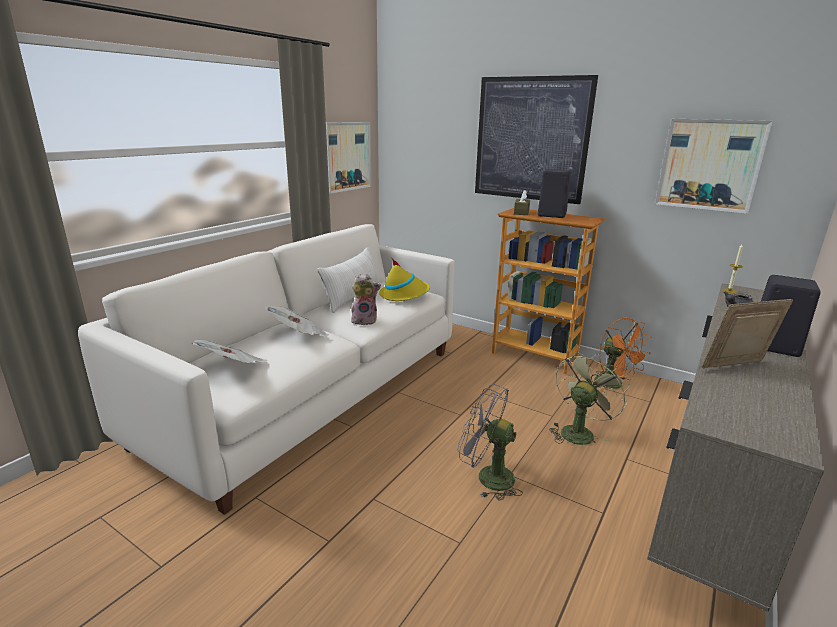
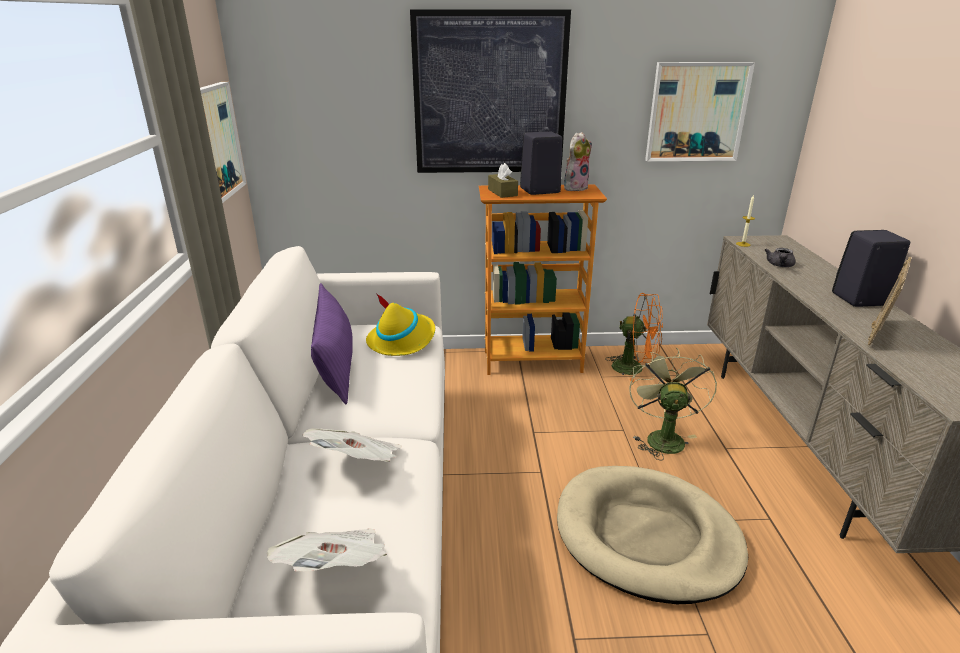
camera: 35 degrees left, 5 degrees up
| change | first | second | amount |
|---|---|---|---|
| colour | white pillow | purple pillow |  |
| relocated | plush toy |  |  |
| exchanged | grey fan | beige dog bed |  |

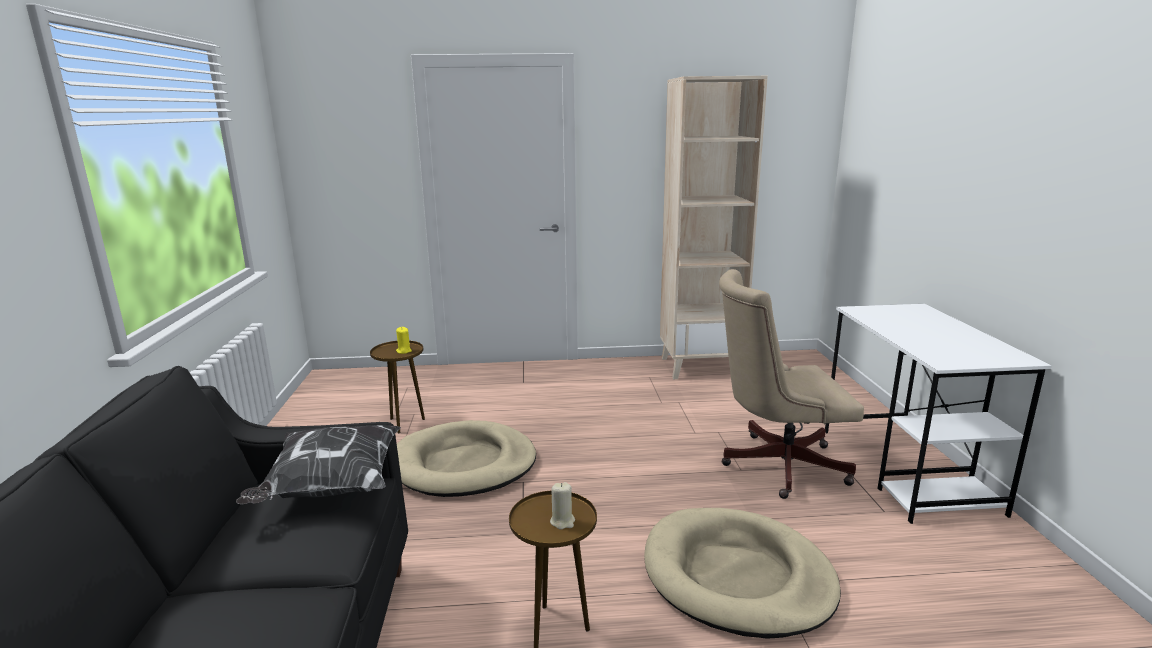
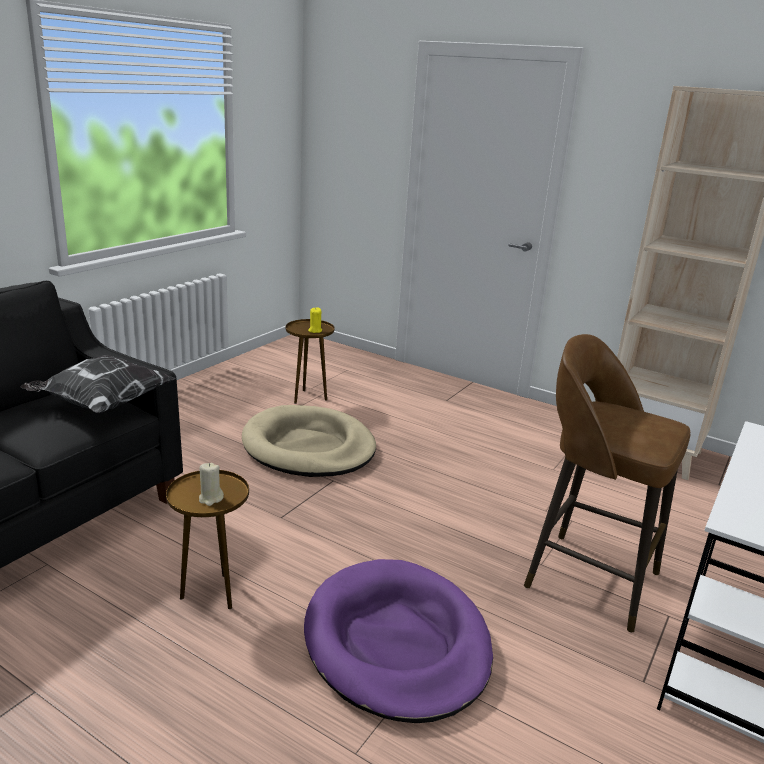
camera: 35 degrees right, 5 degrees up
| change | first | second | amount |
|---|---|---|---|
| colour | beige dog bed (no. 2 from left) | purple dog bed |  |
| exchanged | beige office chair | brown stool |  |

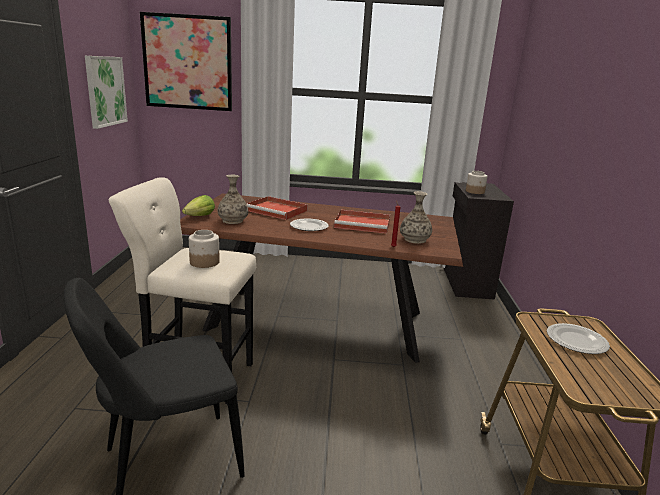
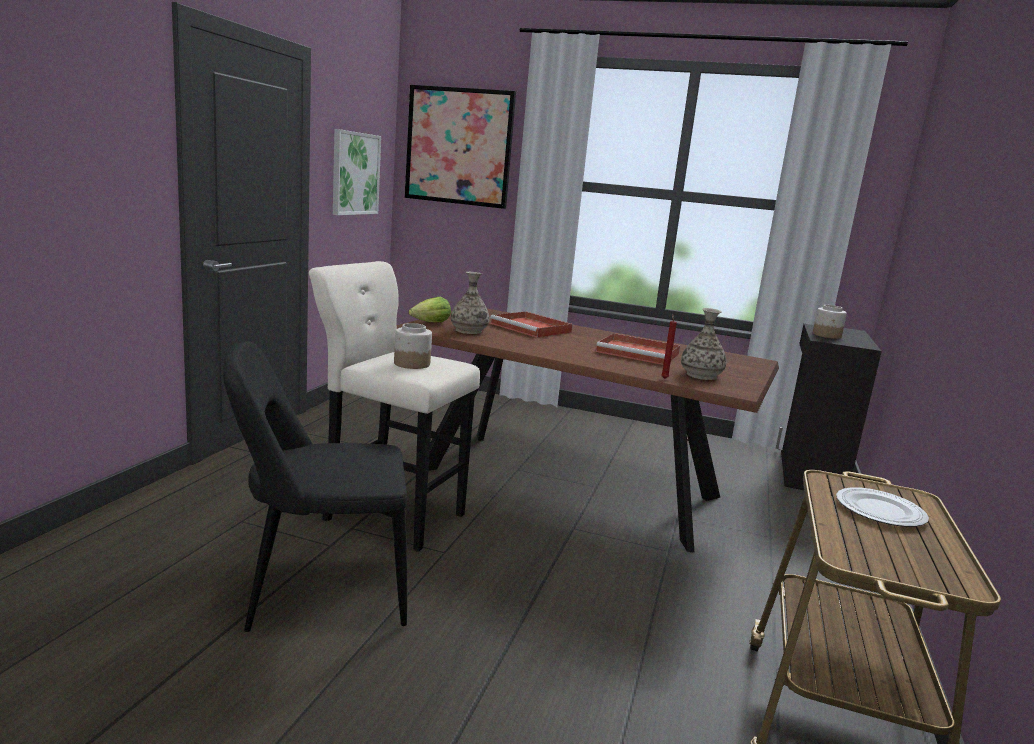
camera: 15 degrees right, 5 degrees down
| change | first | second | amount |
|---|---|---|---|
| missing | plate (no. 1 from left) |  |  |

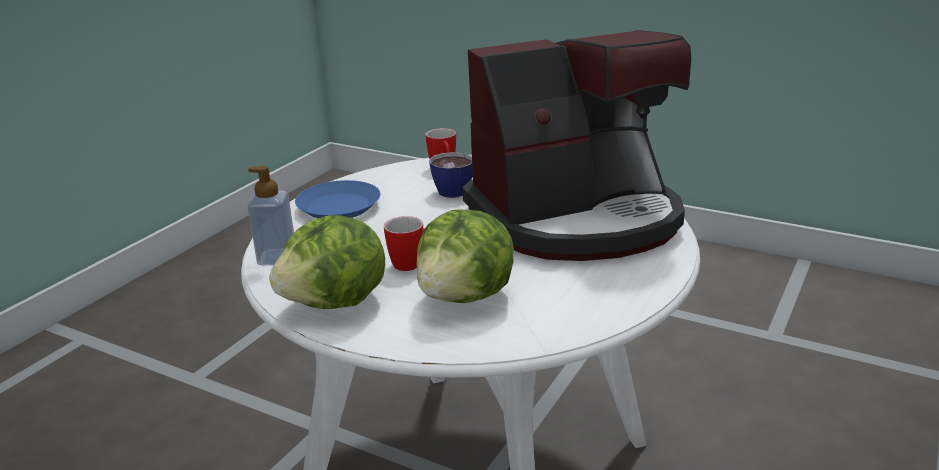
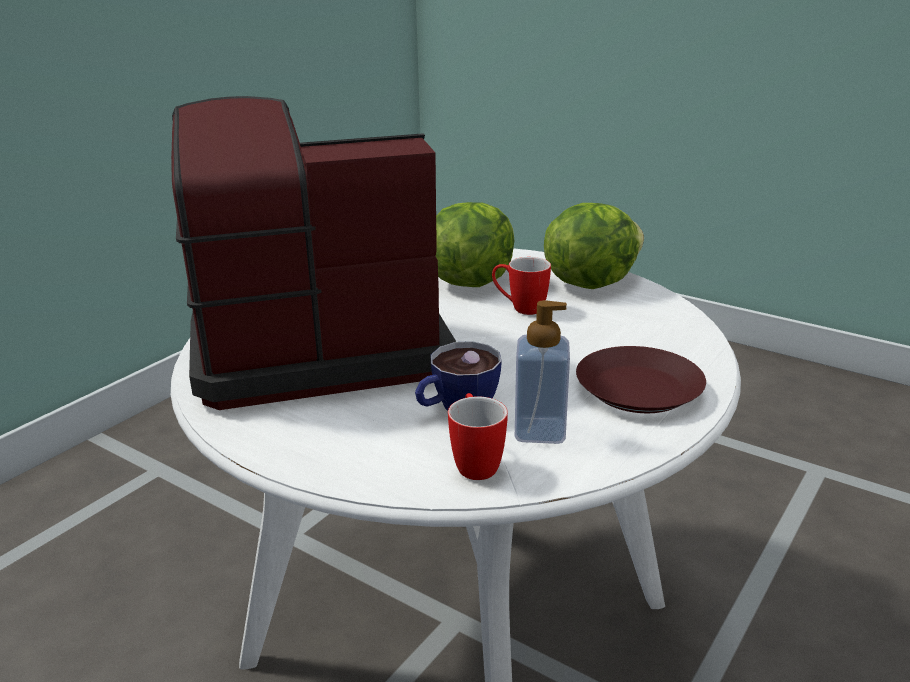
camera: 175 degrees left, 0 degrees up
| change | first | second | amount |
|---|---|---|---|
| relocated | soap dispenser |  |  |
| colour | blue plate | brown plate |  |

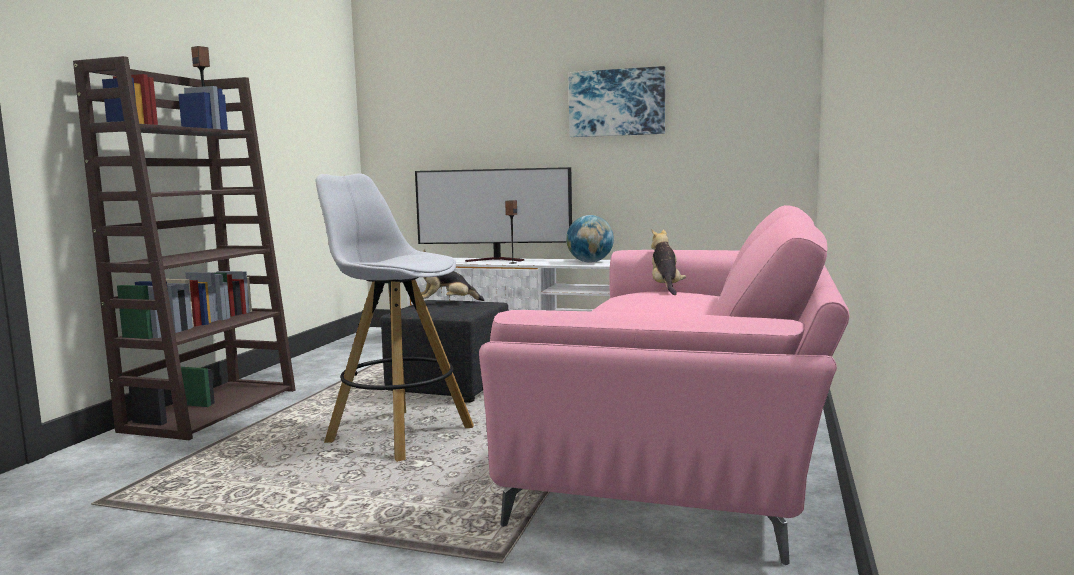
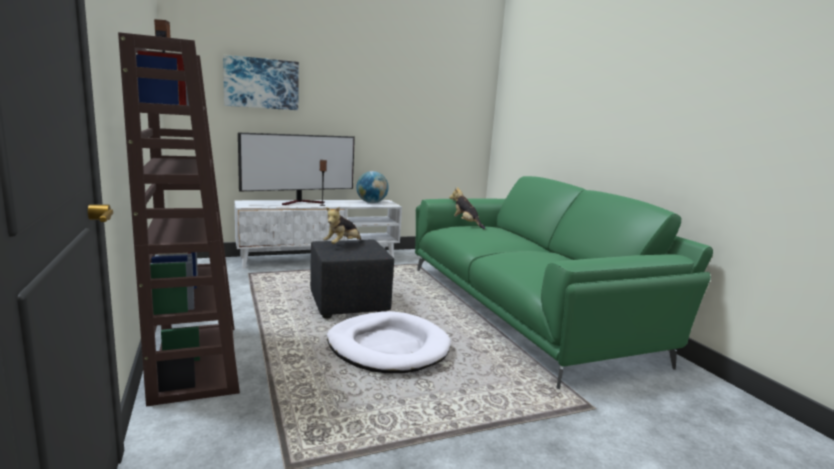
camera: 40 degrees left, 5 degrees up
| change | first | second | amount |
|---|---|---|---|
| exchanged | white stool | white dog bed |  |
| colour | pink sofa | green sofa |  |
| relocated | picture |  |  |

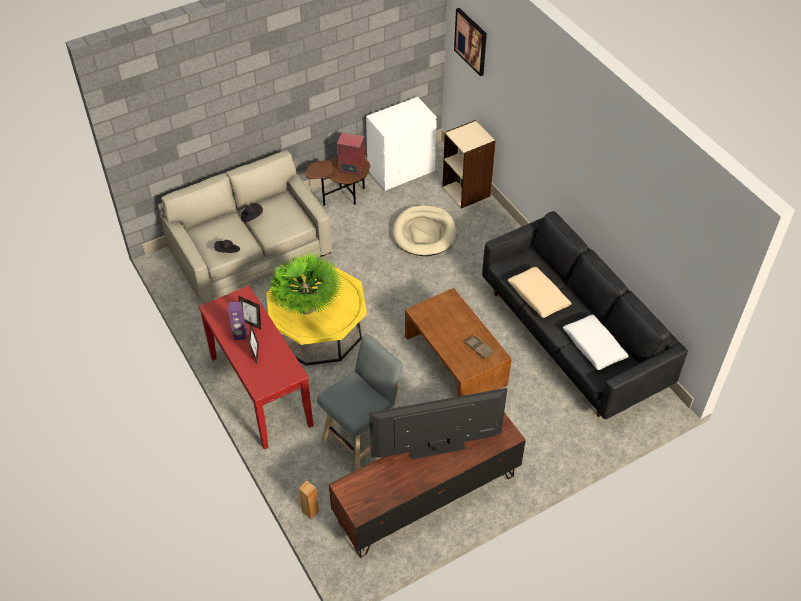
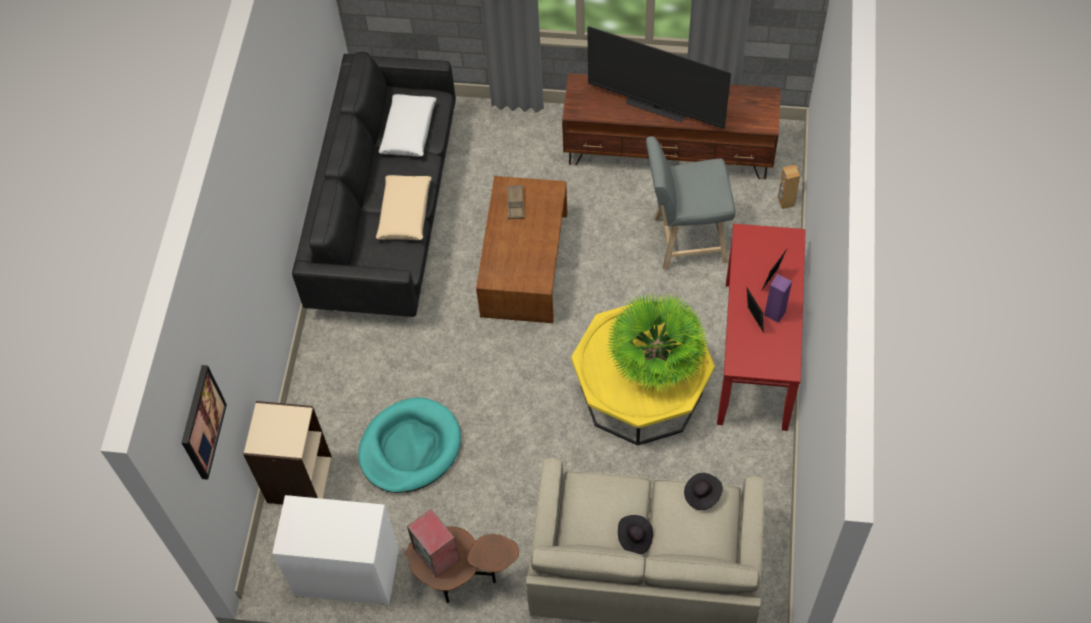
camera: 140 degrees left, 10 degrees up
| change | first | second | amount |
|---|---|---|---|
| colour | beige dog bed | turquoise dog bed |  |

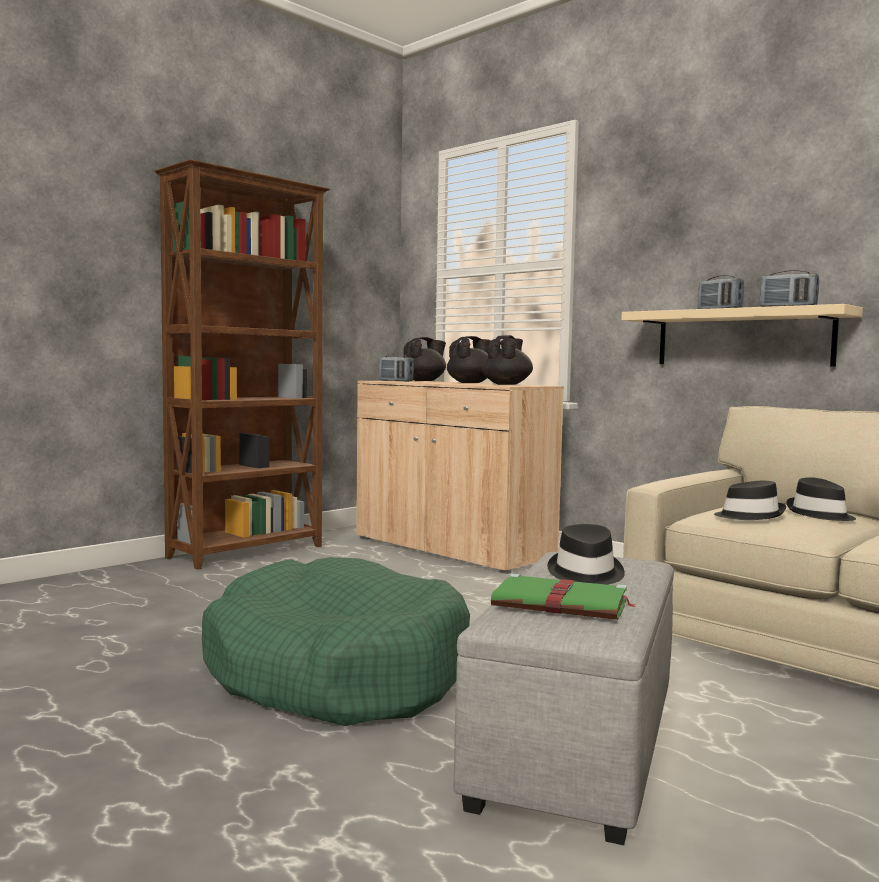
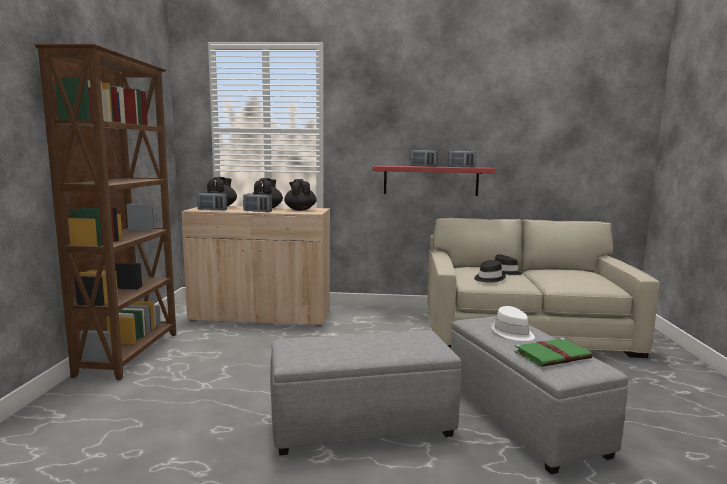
camera: 40 degrees left, 5 degrees up
| change | first | second | amount |
|---|---|---|---|
| exchanged | green dog bed | grey ottoman (no. 1 from left) |  |
| colour | black hat (no. 1 from left) | white hat |  |
| colour | beige shelf | red shelf |  |
| appeared |  | radio (no. 2 from left) |  |

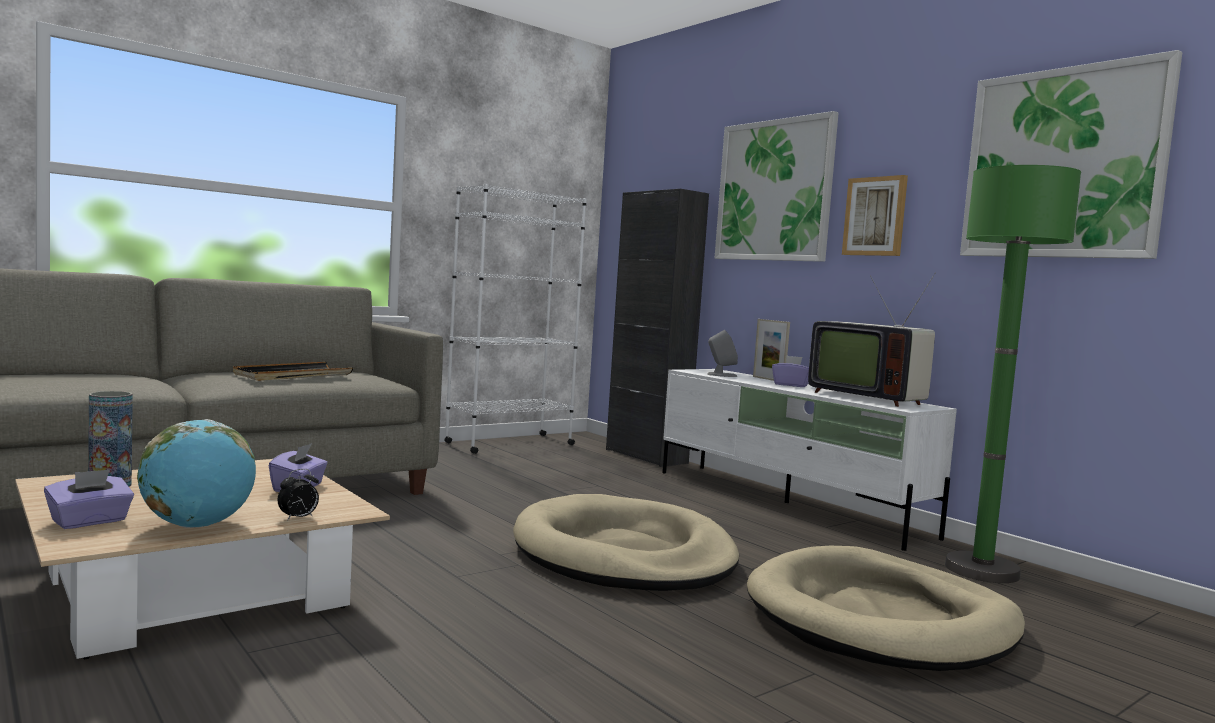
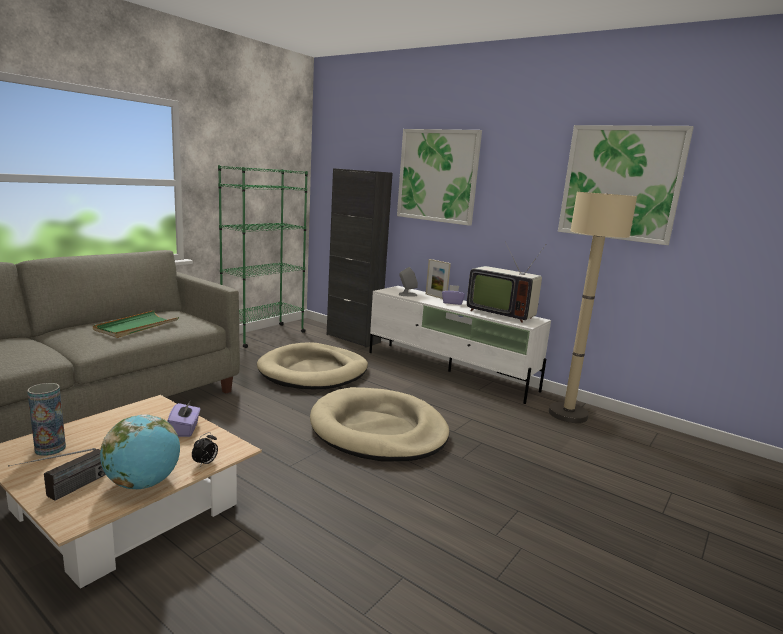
camera: 15 degrees left, 10 degrees up
| change | first | second | amount |
|---|---|---|---|
| exchanged | purple tissue box (no. 1 from left) | radio |  |
| colour | black tray | green tray |  |
| colour | white bookcase | green bookcase |  |
| relocated | beige dog bed (no. 2 from left in the first image) | beige dog bed (no. 1 from left) |  |
| missing | picture (no. 2 from left) |  |  |
| colour | green floor lamp | beige floor lamp |  |

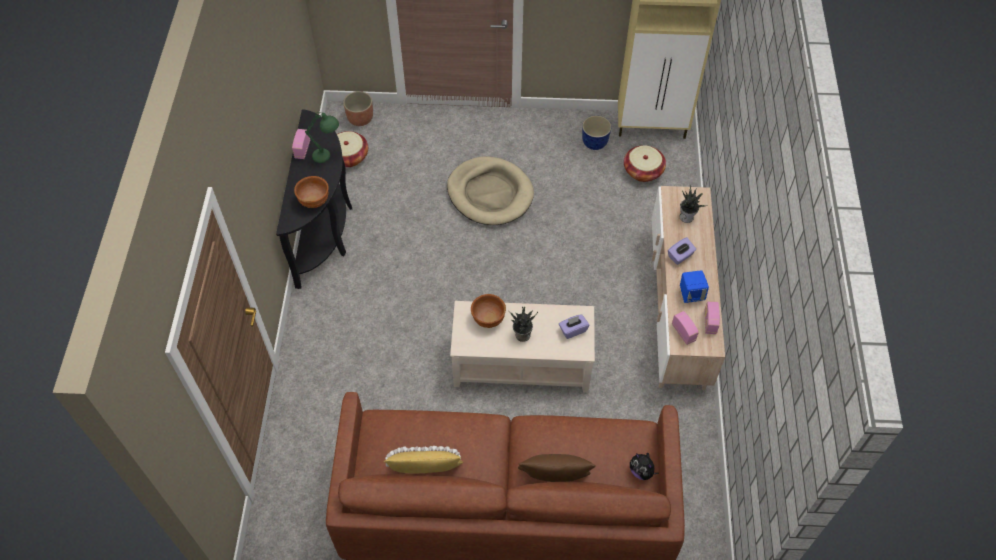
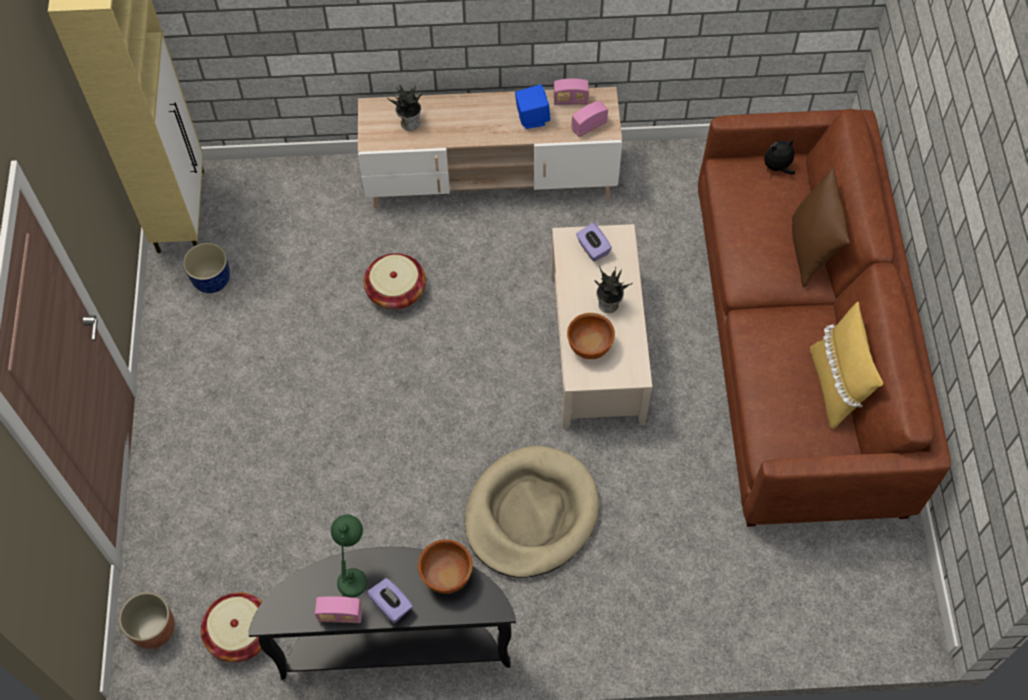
camera: 95 degrees left, 5 degrees up
| change | first | second | amount |
|---|---|---|---|
| relocated | beige dog bed |  |  |
| relocated | basket (no. 2 from left) |  |  |
| spun | plush toy |  | 150 degrees counterclockwise |
| relocated | purple tissue box (no. 2 from left in the first image) | purple tissue box (no. 1 from left) |  |

